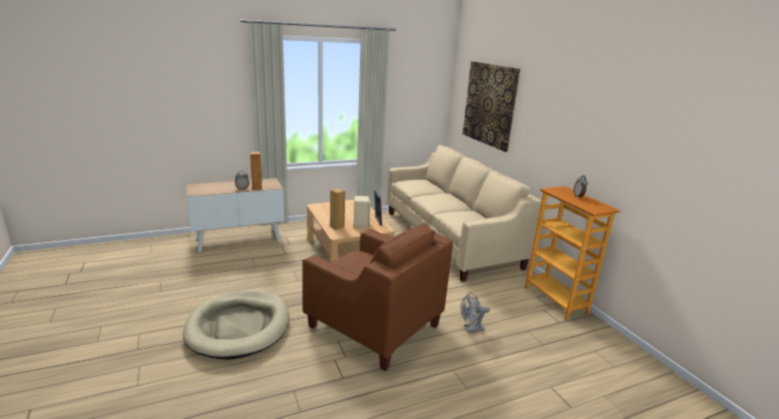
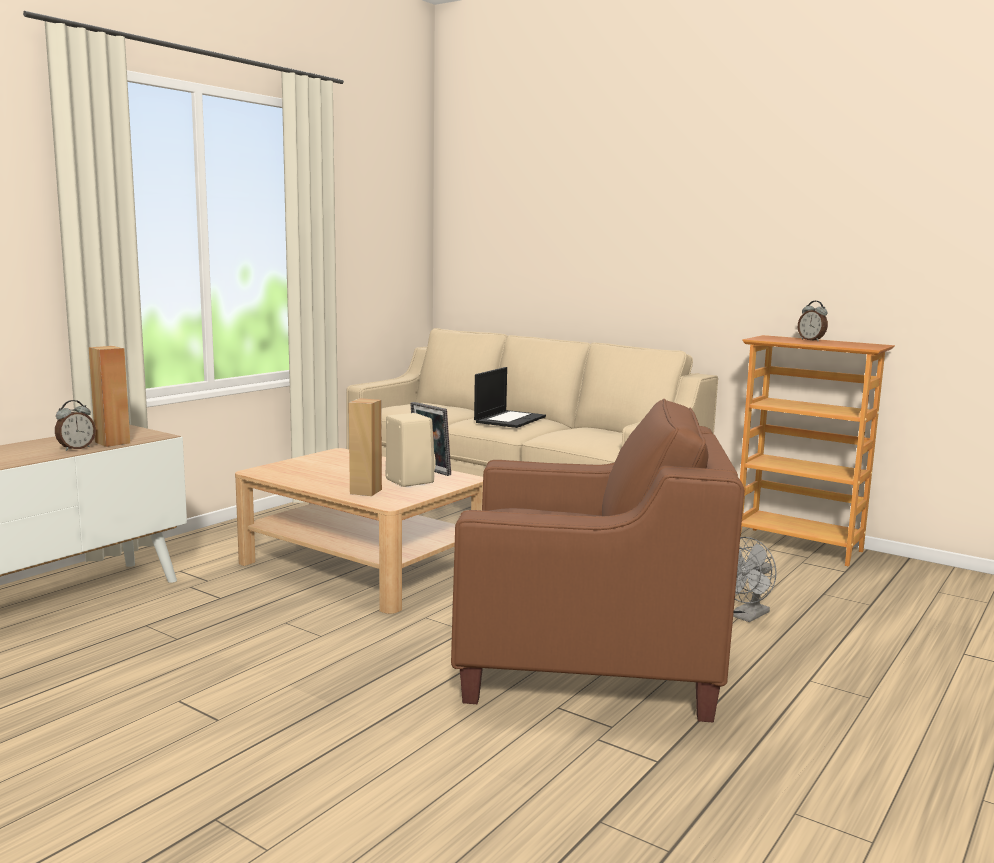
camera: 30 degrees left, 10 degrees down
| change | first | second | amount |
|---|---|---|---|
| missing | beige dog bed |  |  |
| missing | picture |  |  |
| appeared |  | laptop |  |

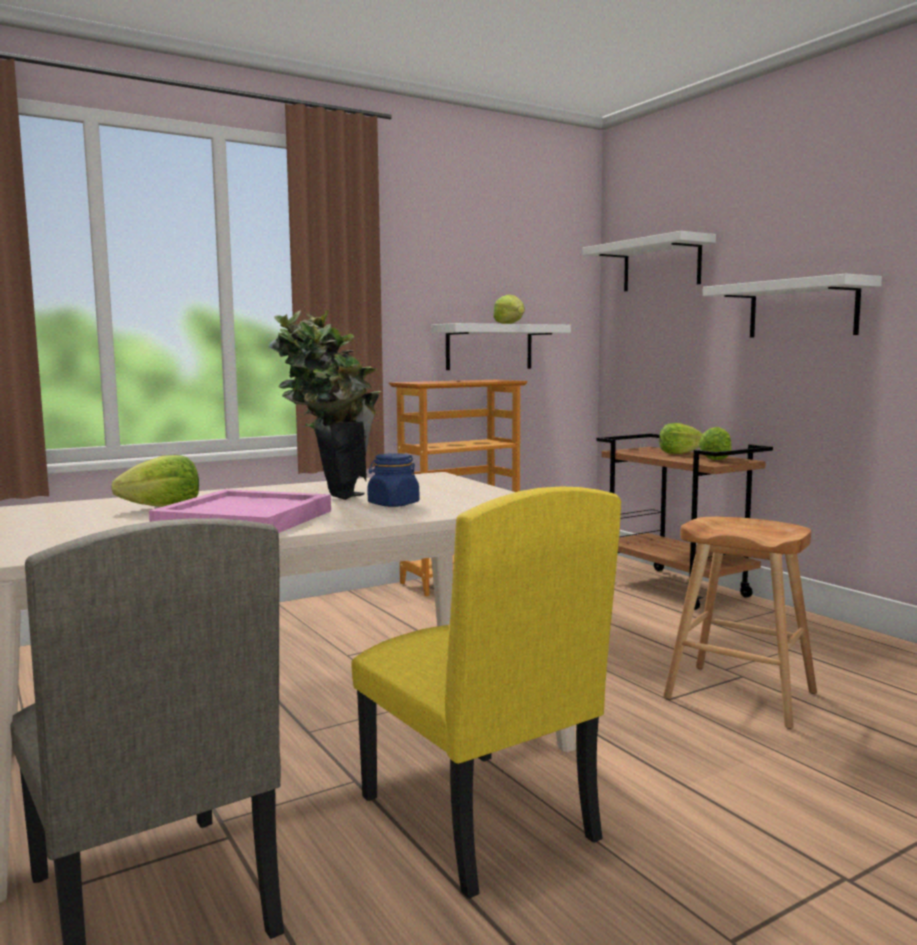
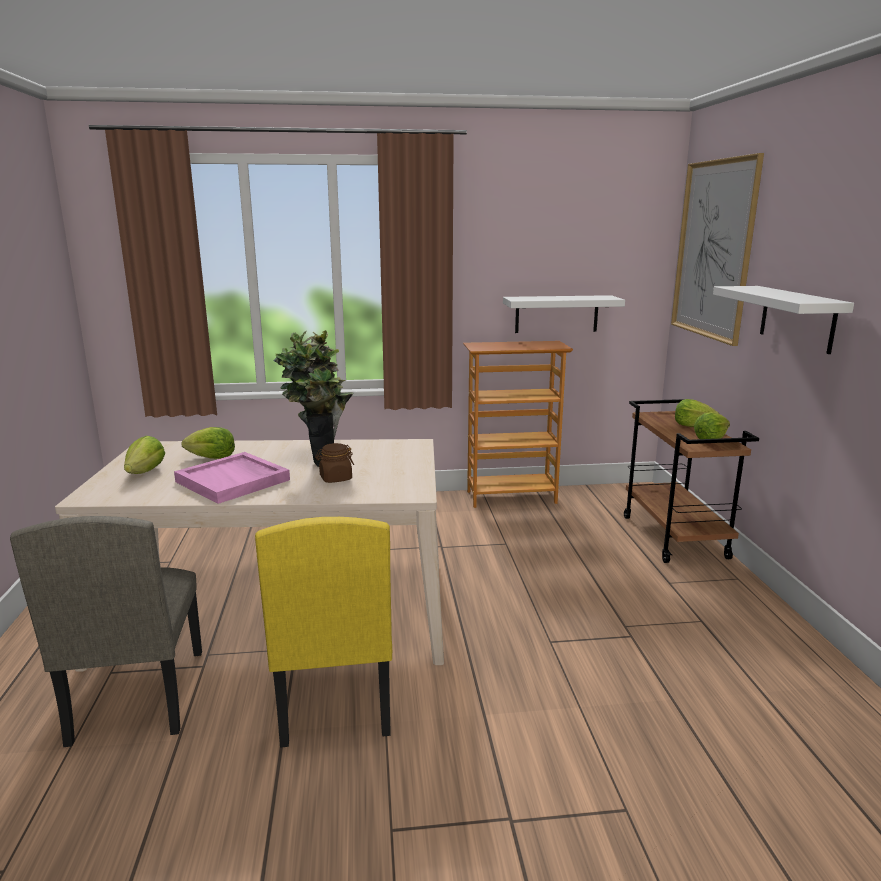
camera: 25 degrees right, 10 degrees up
| change | first | second | amount |
|---|---|---|---|
| colour | blue jar | brown jar |  |
| relocated | lettuce (no. 2 from left in the first image) | lettuce (no. 1 from left) |  |
| exchanged | white shelf (no. 2 from left) | picture |  |
| missing | brown stool |  |  |

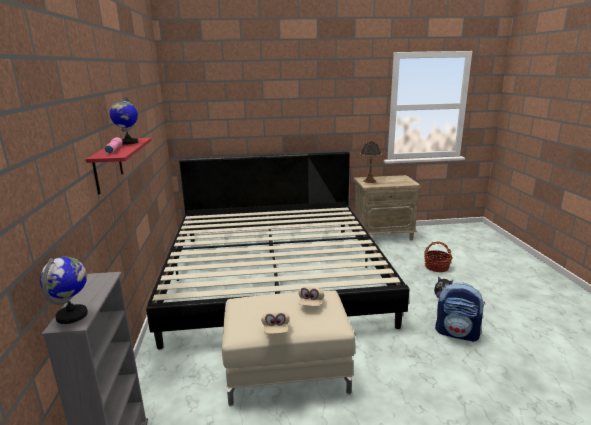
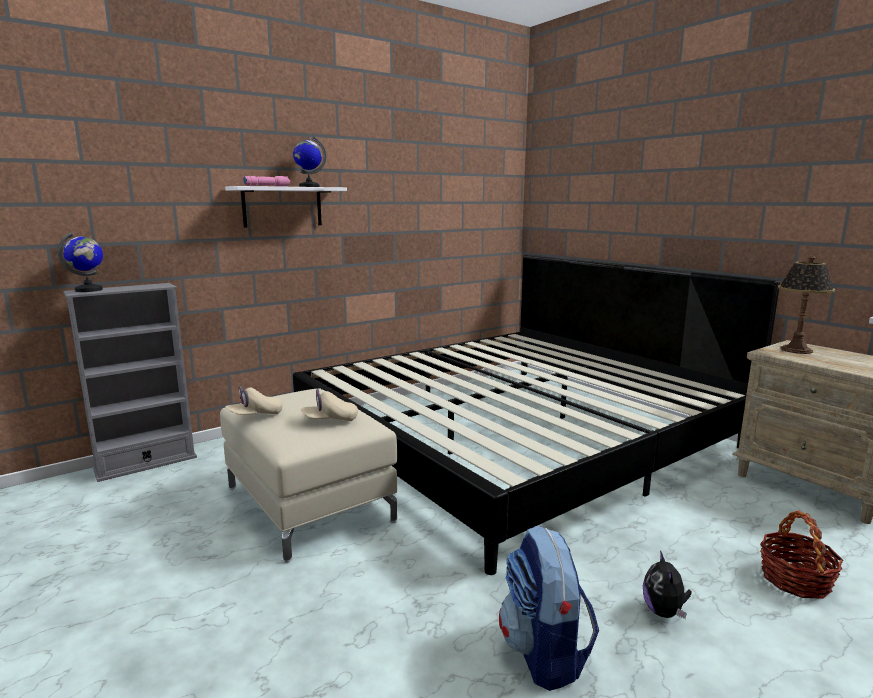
camera: 60 degrees right, 5 degrees down
| change | first | second | amount |
|---|---|---|---|
| colour | red shelf | white shelf |  |

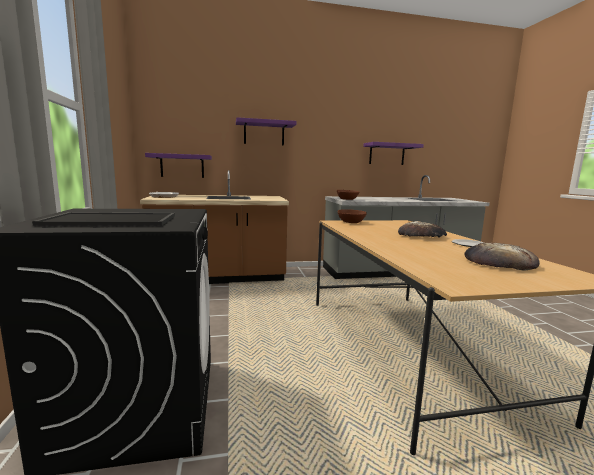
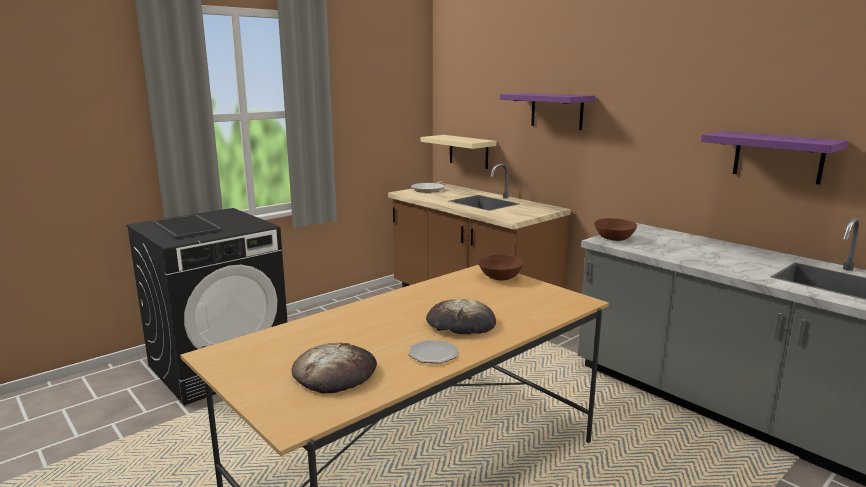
camera: 60 degrees right, 5 degrees up
| change | first | second | amount |
|---|---|---|---|
| colour | purple shelf (no. 1 from left) | beige shelf |  |

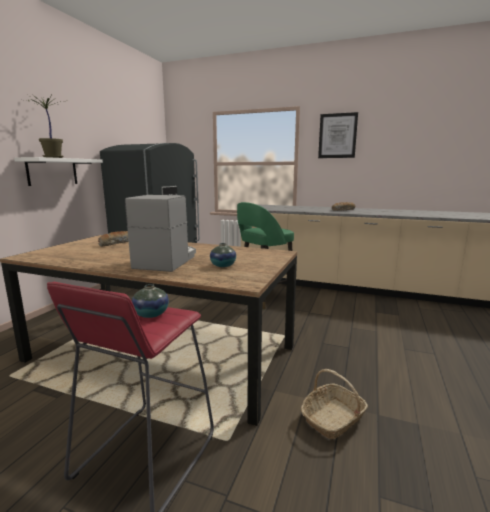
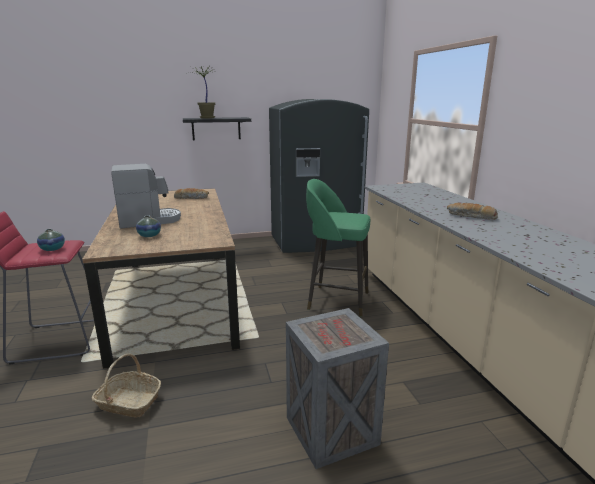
camera: 55 degrees right, 5 degrees up
| change | first | second | amount |
|---|---|---|---|
| colour | white shelf | black shelf |  |
| missing | picture |  |  |
| appeared |  | crate |  |

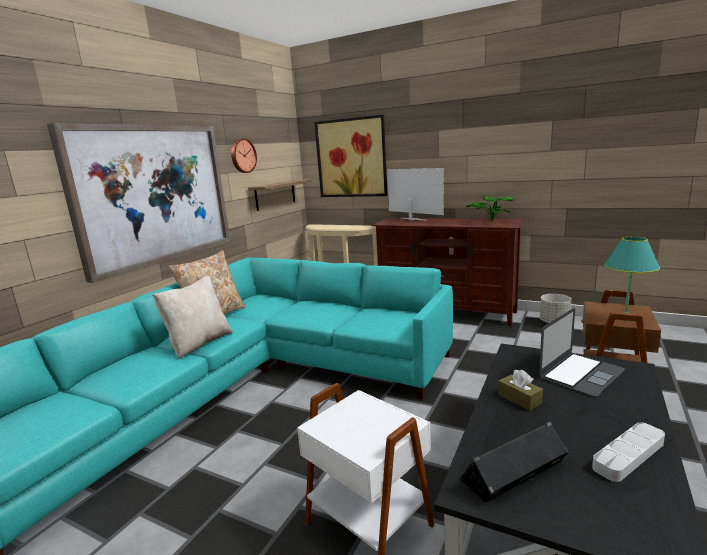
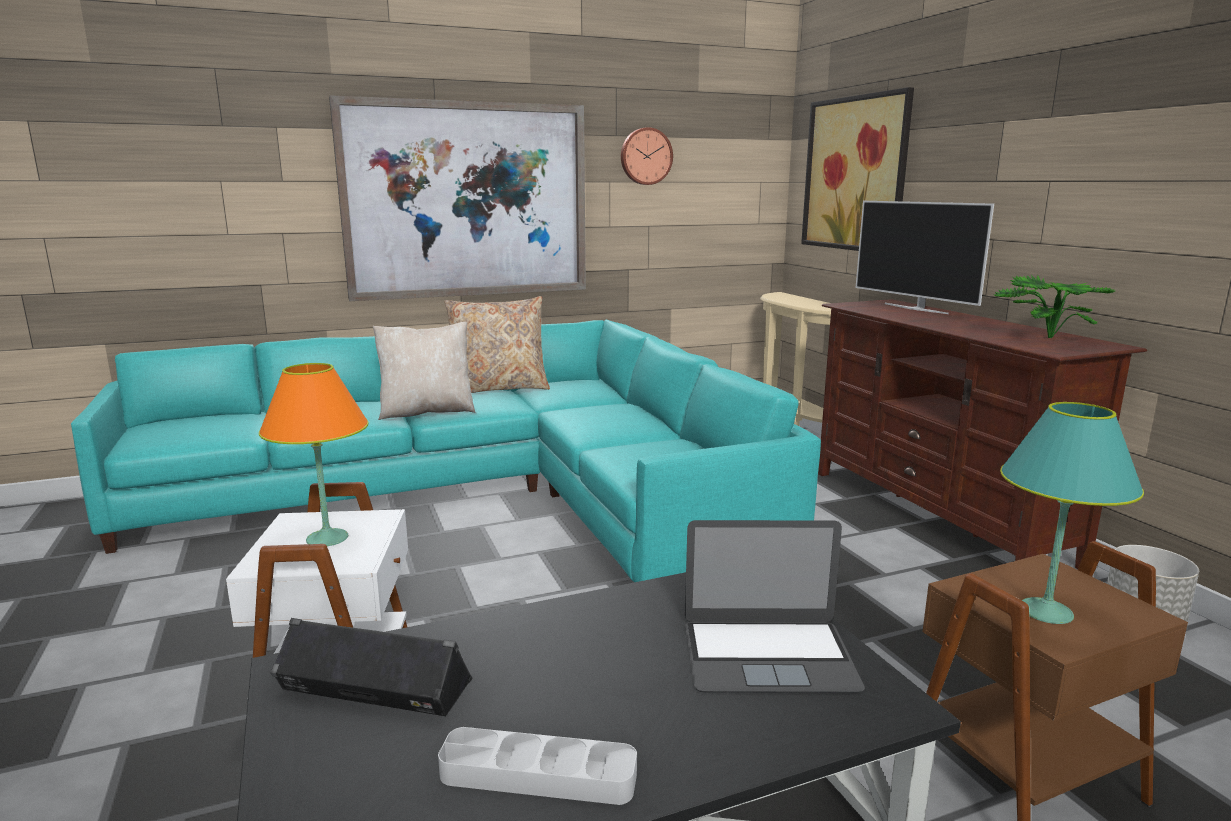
camera: 40 degrees right, 0 degrees up
| change | first | second | amount |
|---|---|---|---|
| missing | shelf |  |  |
| spun | television |  | 150 degrees clockwise |
| missing | brown tissue box |  |  |
| appeared |  | orange table lamp |  |

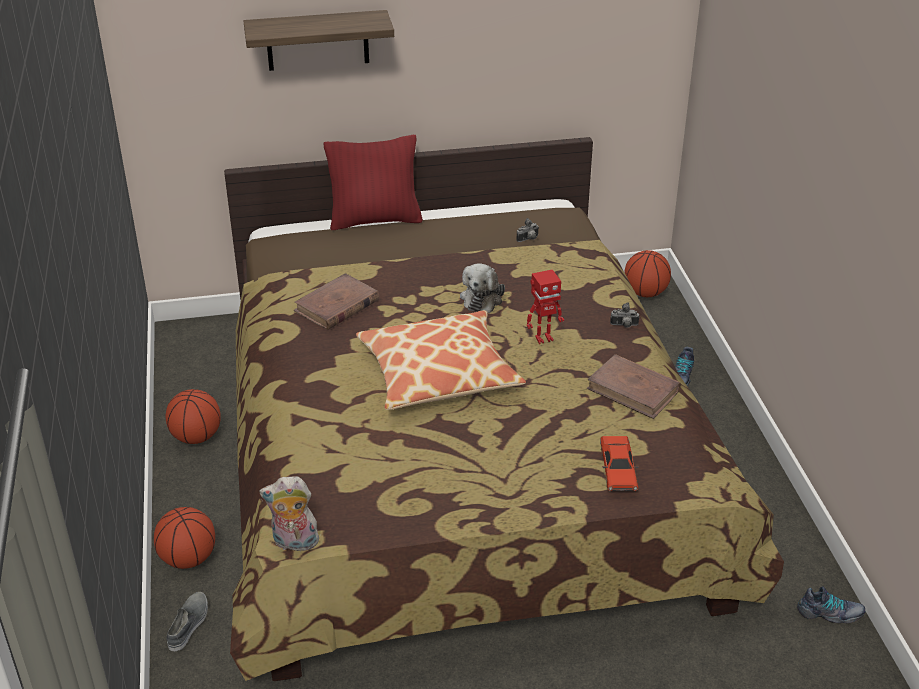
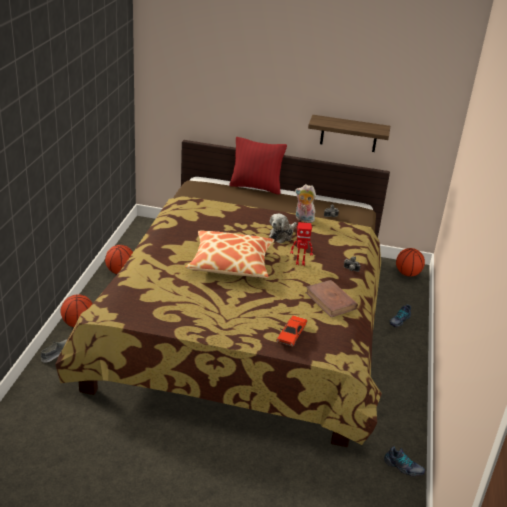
camera: 20 degrees right, 5 degrees down
| change | first | second | amount |
|---|---|---|---|
| relocated | shelf |  |  |
| relocated | plush toy (no. 1 from left in the first image) | plush toy (no. 2 from left) |  |
| missing | brown book (no. 1 from left) |  |  |

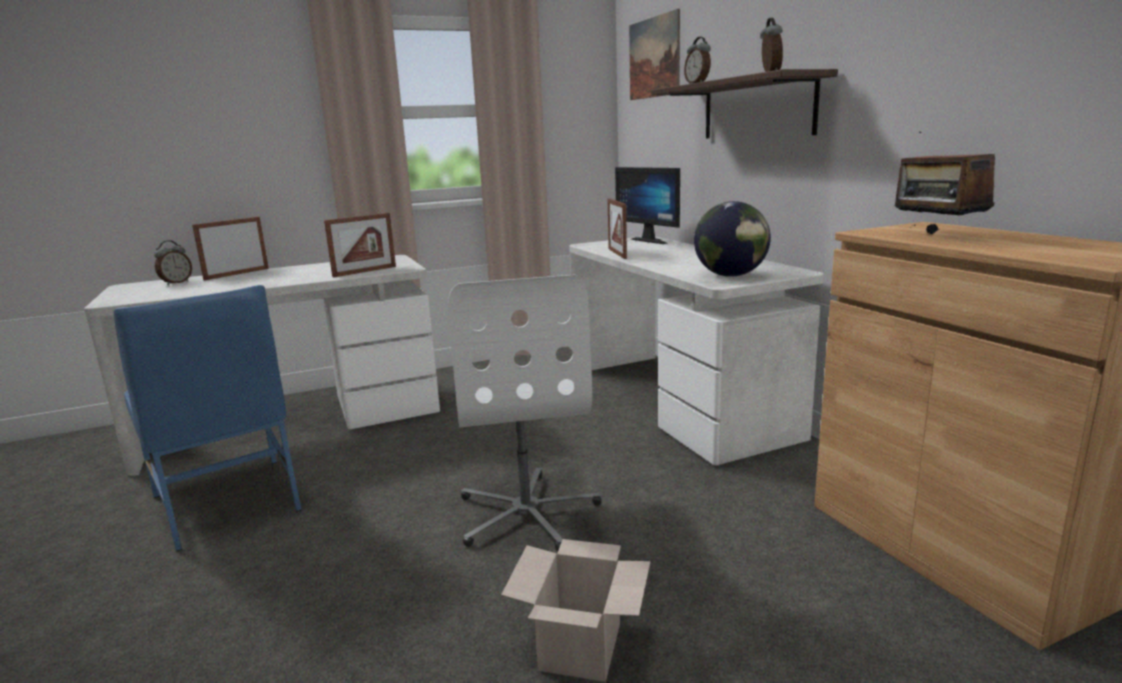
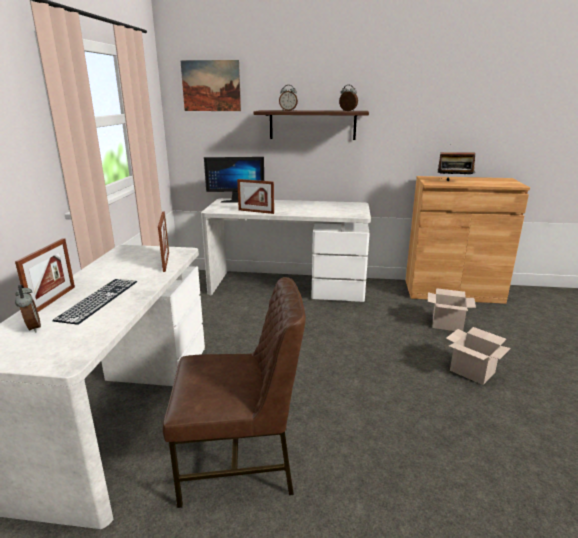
camera: 60 degrees left, 5 degrees up
| change | first | second | amount |
|---|---|---|---|
| colour | blue chair | brown chair |  |
| spun | picture frame (no. 1 from left) |  | 150 degrees counterclockwise |
| missing | white office chair |  |  |
| missing | globe |  |  |
| appeared |  | keyboard |  |
| appeared |  | cardboard box (no. 1 from left) |  |

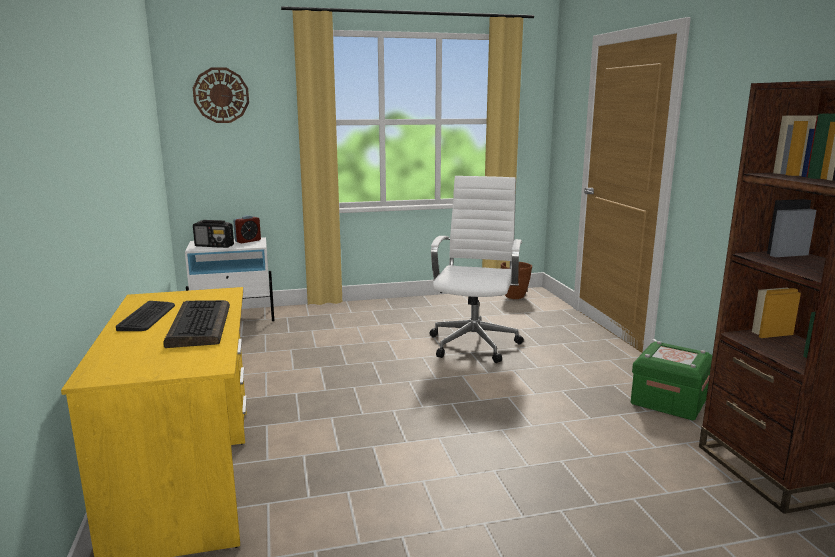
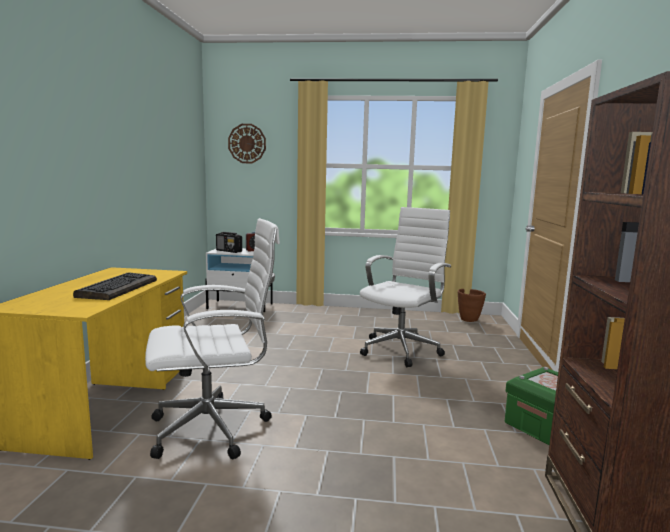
camera: 20 degrees right, 5 degrees down
| change | first | second | amount |
|---|---|---|---|
| missing | keyboard (no. 1 from left) |  |  |
| appeared |  | white office chair (no. 1 from left) |  |

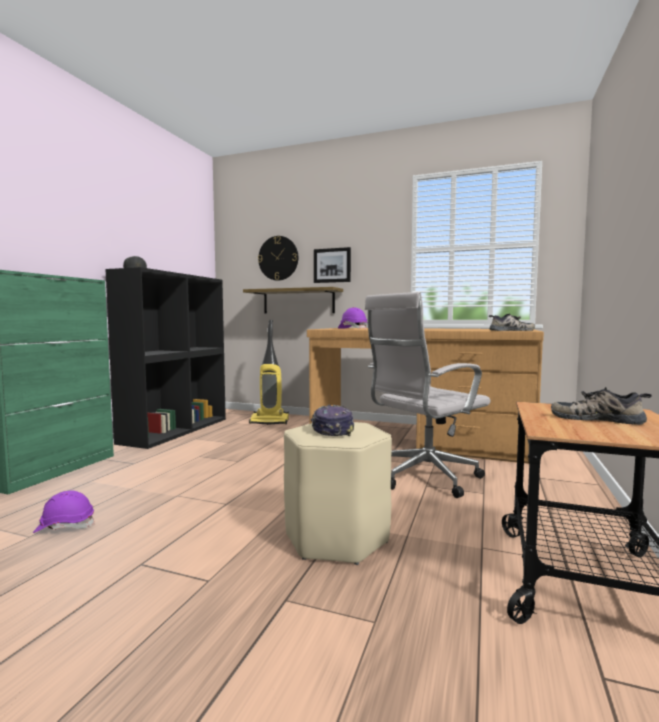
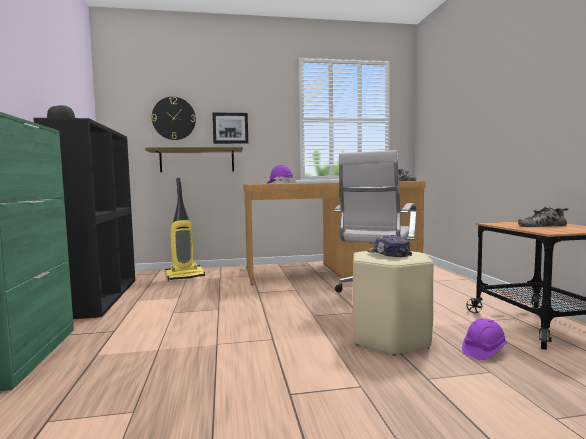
camera: 30 degrees left, 0 degrees up
| change | first | second | amount |
|---|---|---|---|
| relocated | purple hard hat (no. 1 from left in the first image) | purple hard hat (no. 2 from left) |  |

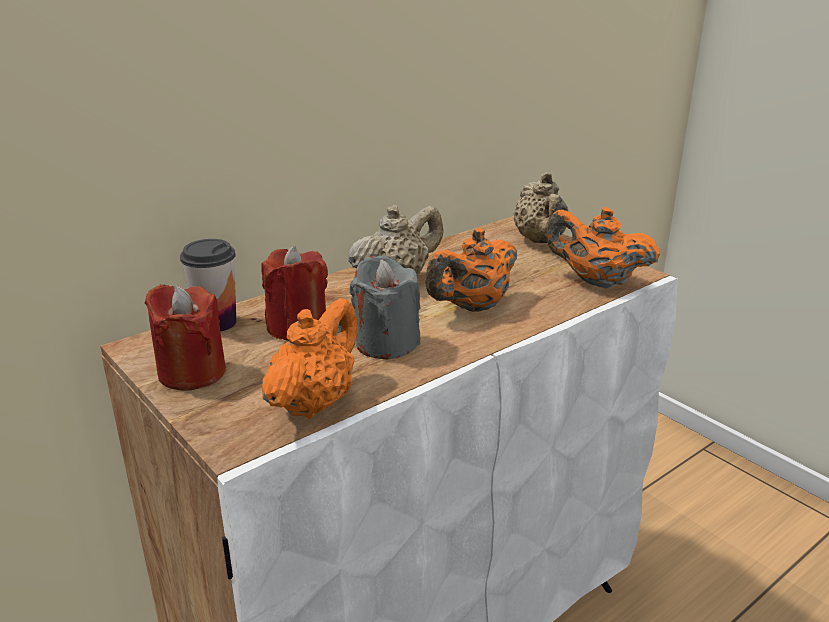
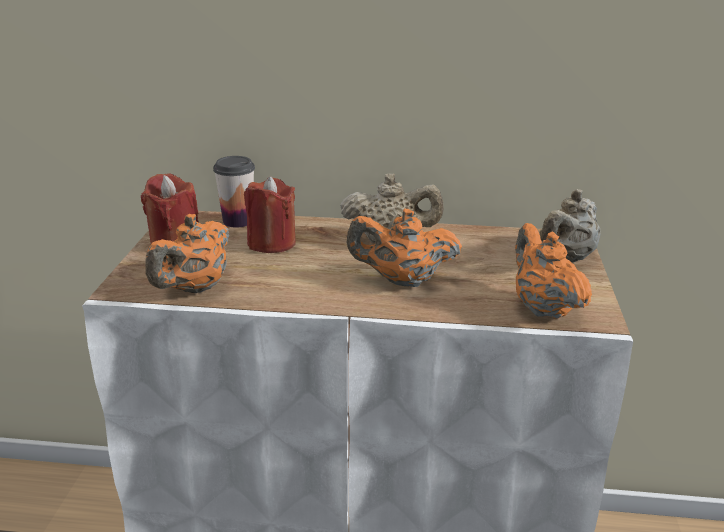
camera: 45 degrees right, 0 degrees up
| change | first | second | amount |
|---|---|---|---|
| spun | orange teapot (no. 1 from left) |  | 135 degrees clockwise |
| missing | grey candle |  |  |

